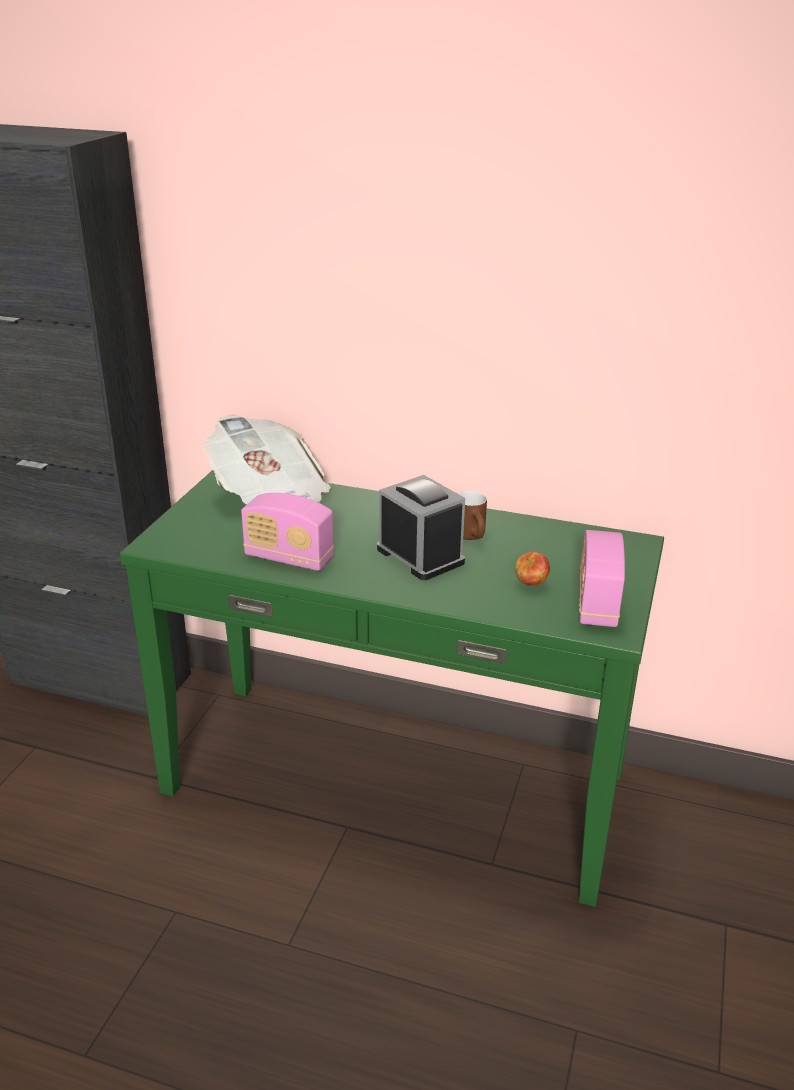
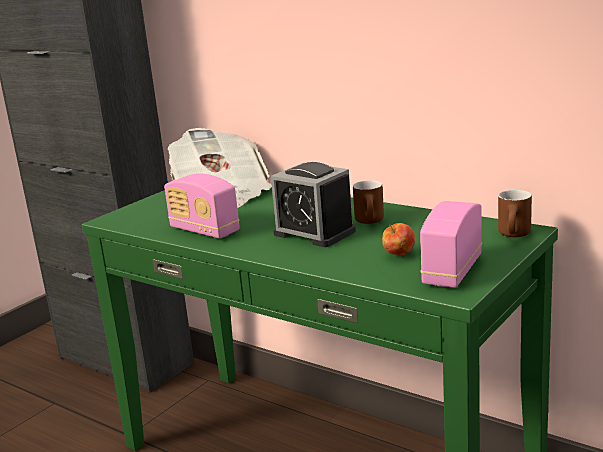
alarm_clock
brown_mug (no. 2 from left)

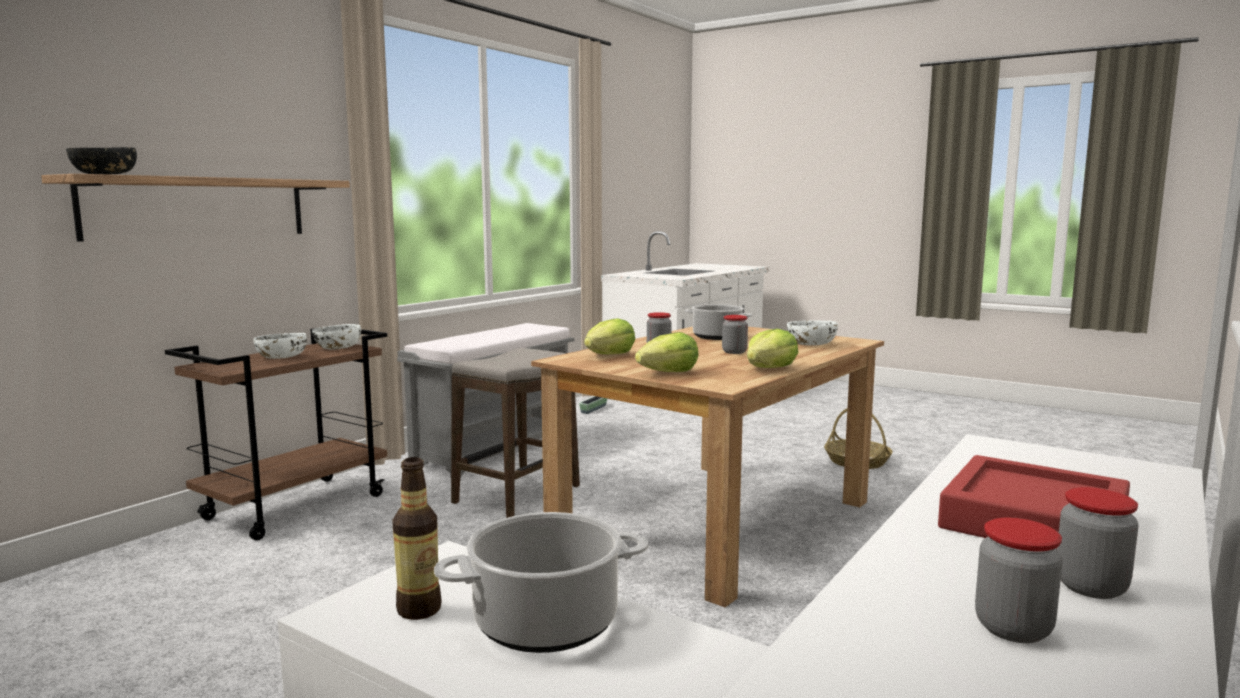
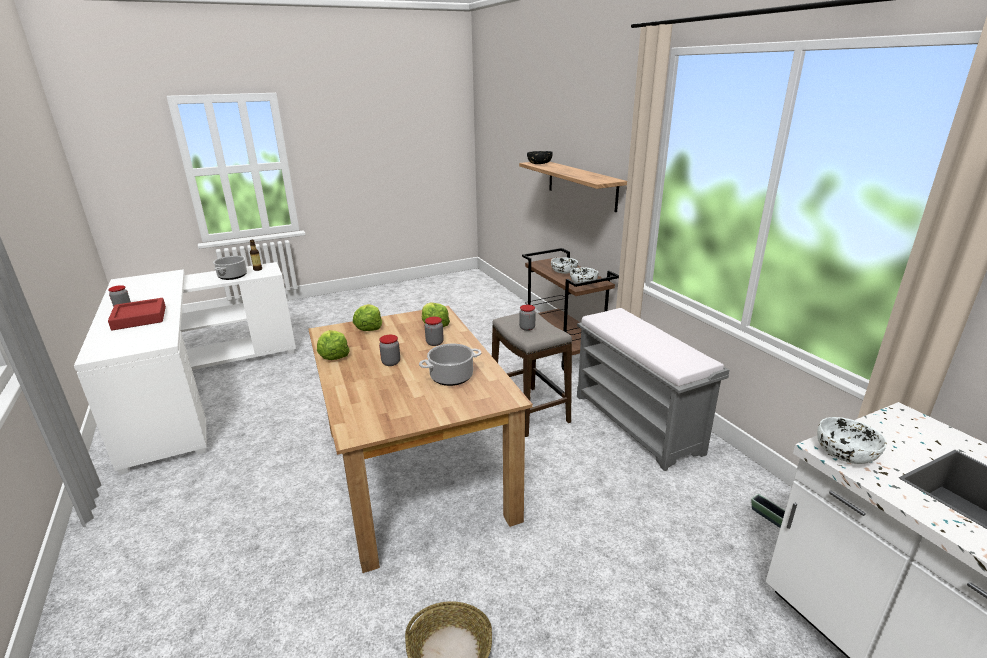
jar (no. 4 from left)
white_bowl (no. 3 from left)

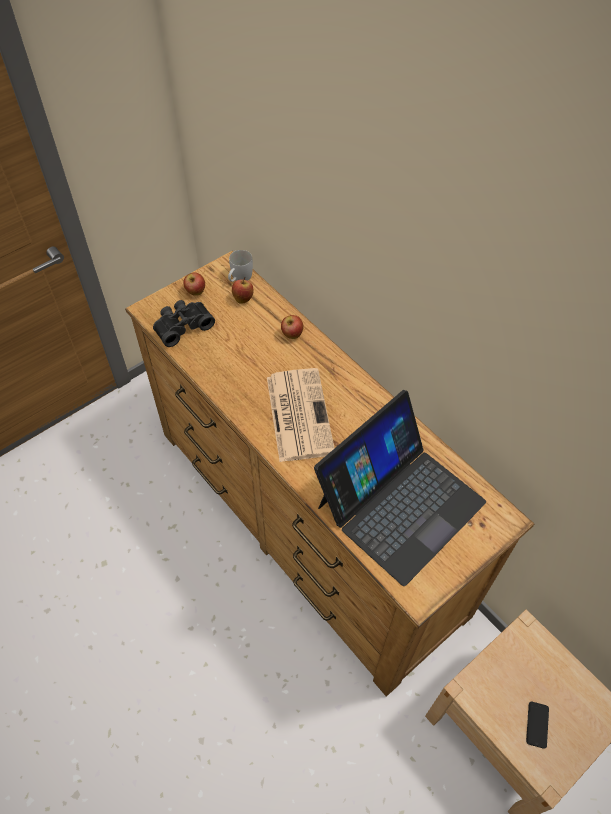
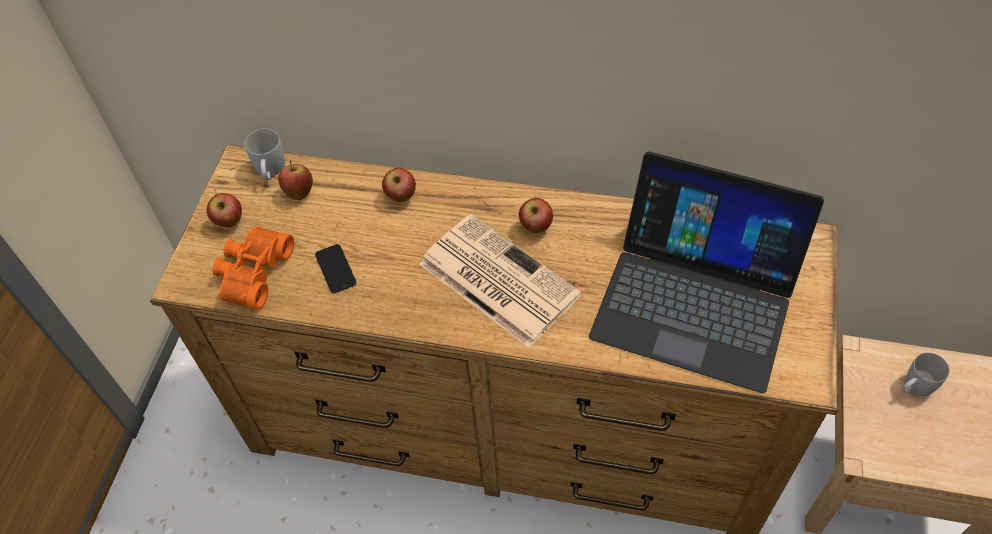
orange_binoculars
phone
apple (no. 4 from left)
laptop
white_mug (no. 2 from left)

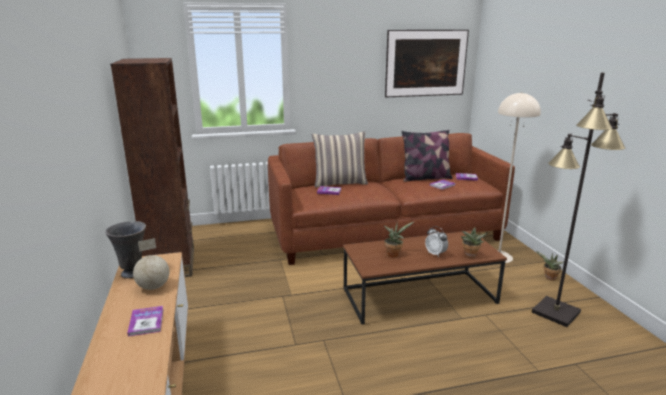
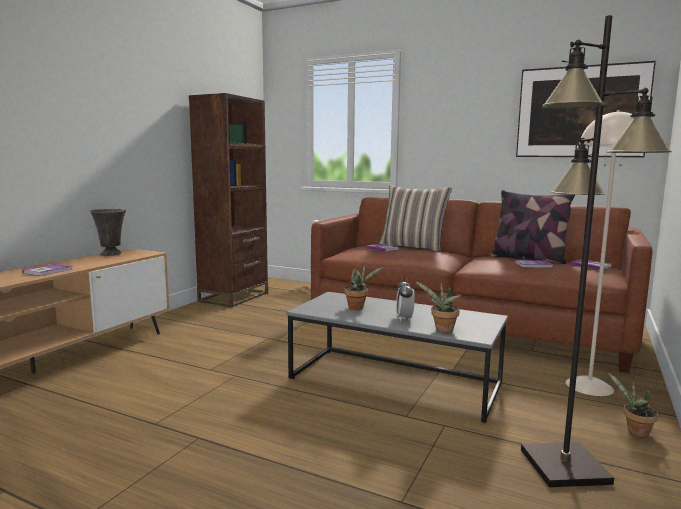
grey_coffee_table
globe

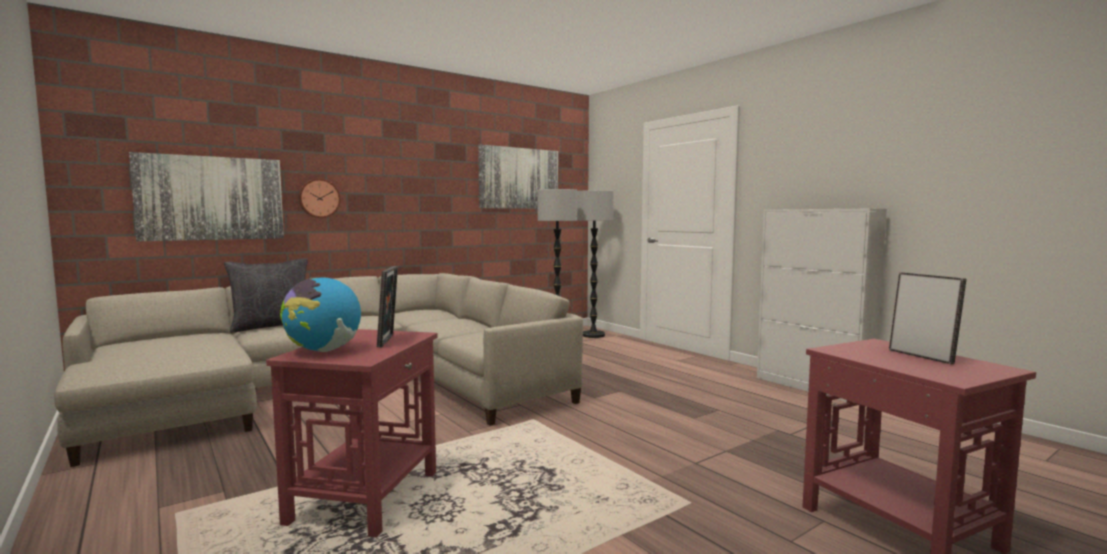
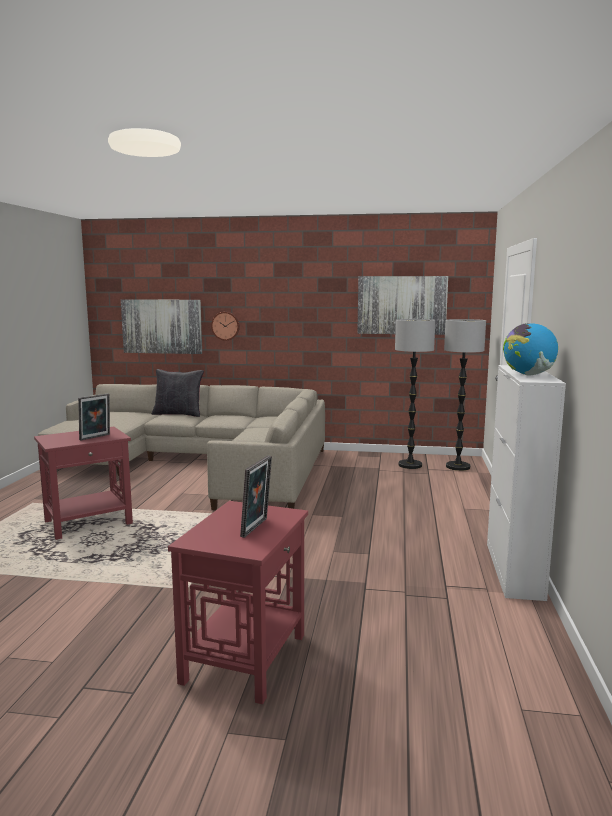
globe

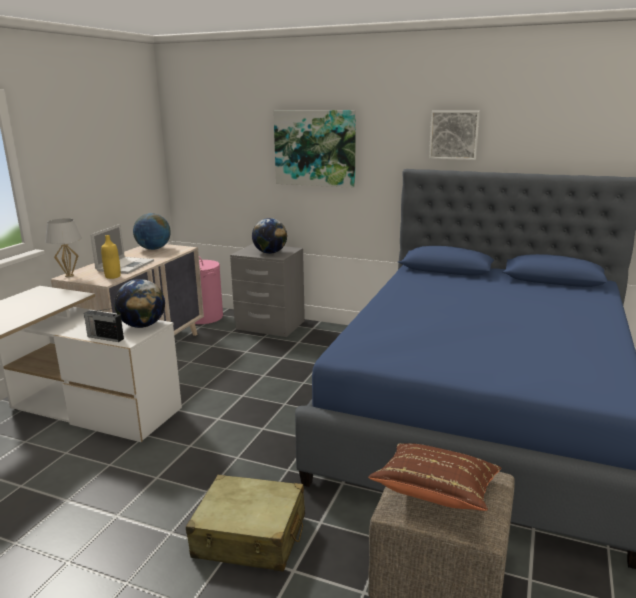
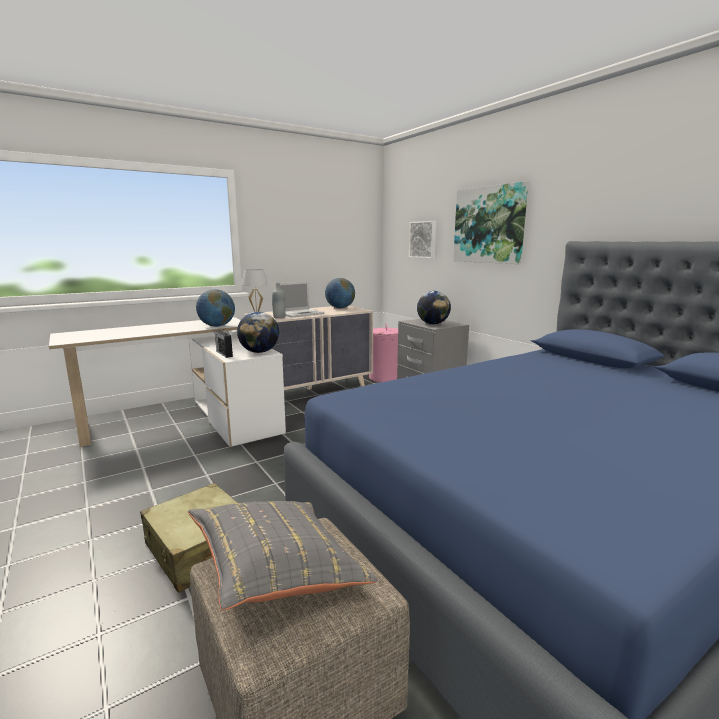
grey_pillow
globe (no. 1 from left)
grey_bottle
picture (no. 1 from left)

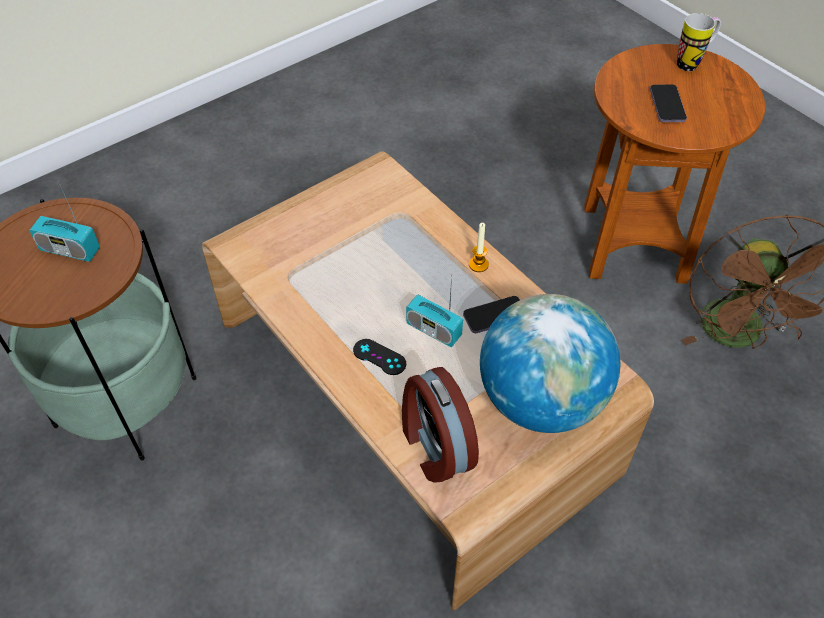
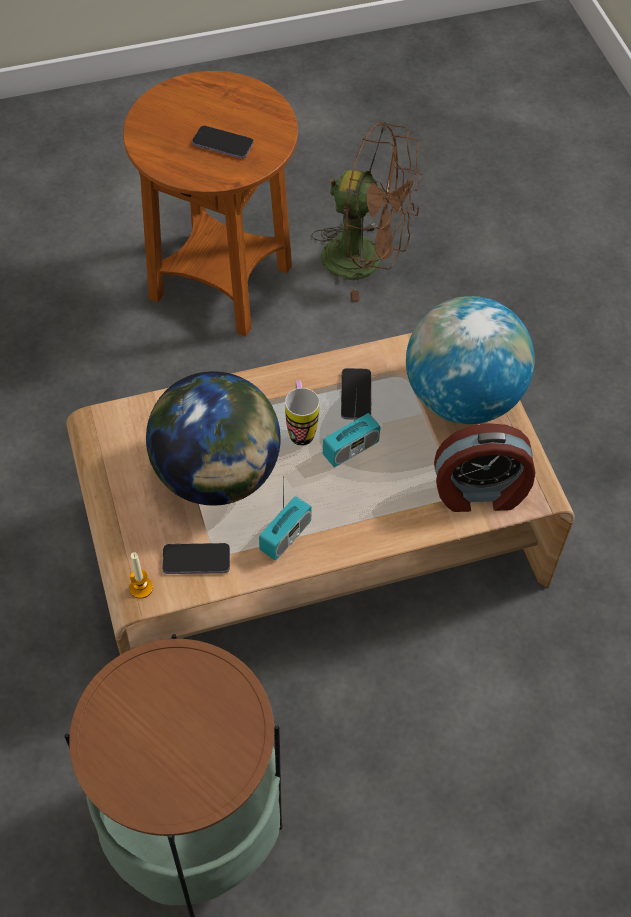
candle
globe (no. 1 from left)
phone (no. 1 from left)
radio (no. 1 from left)
mug
black_game_controller

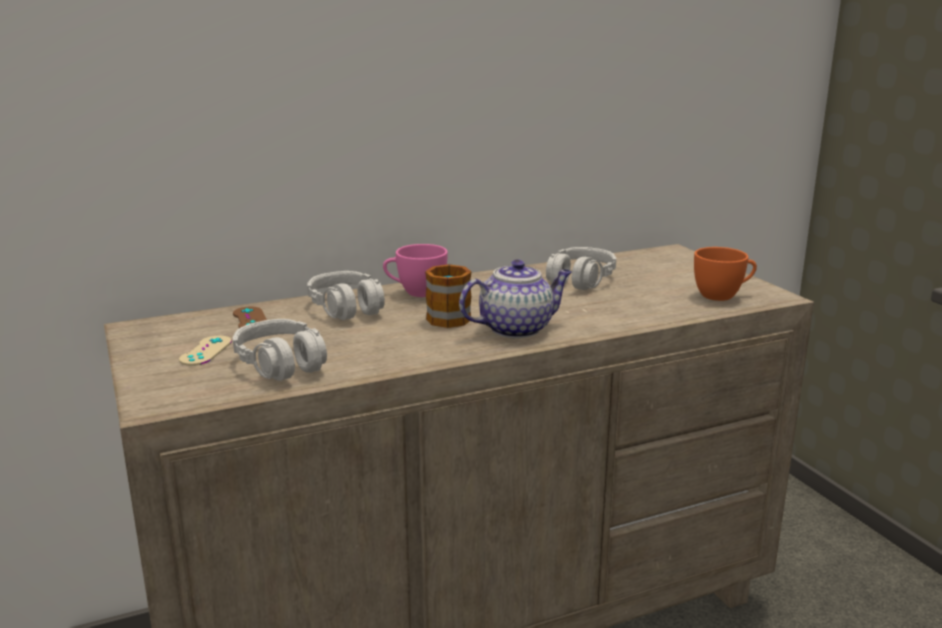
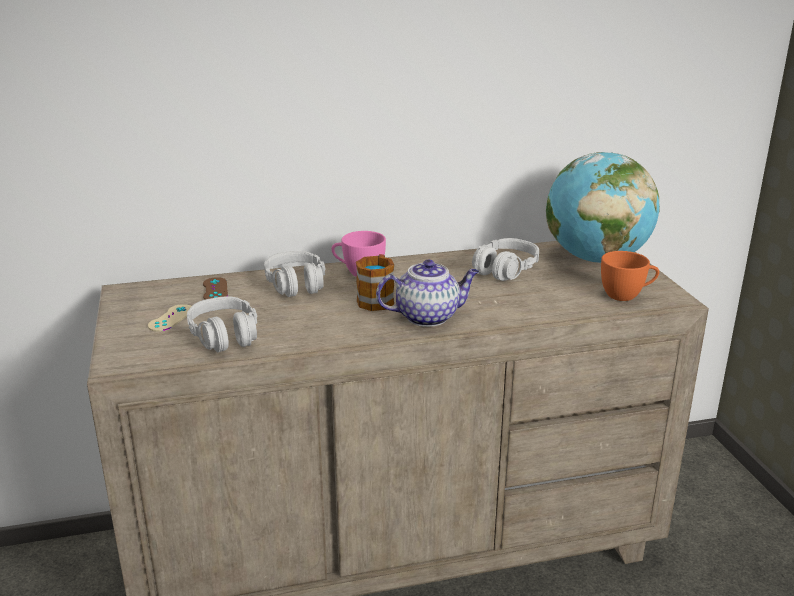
globe

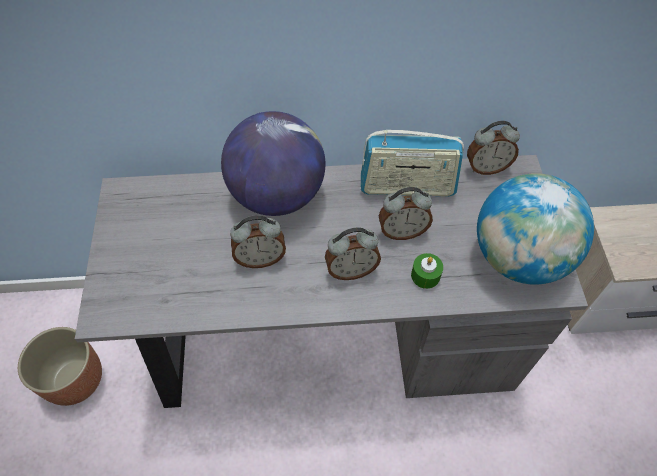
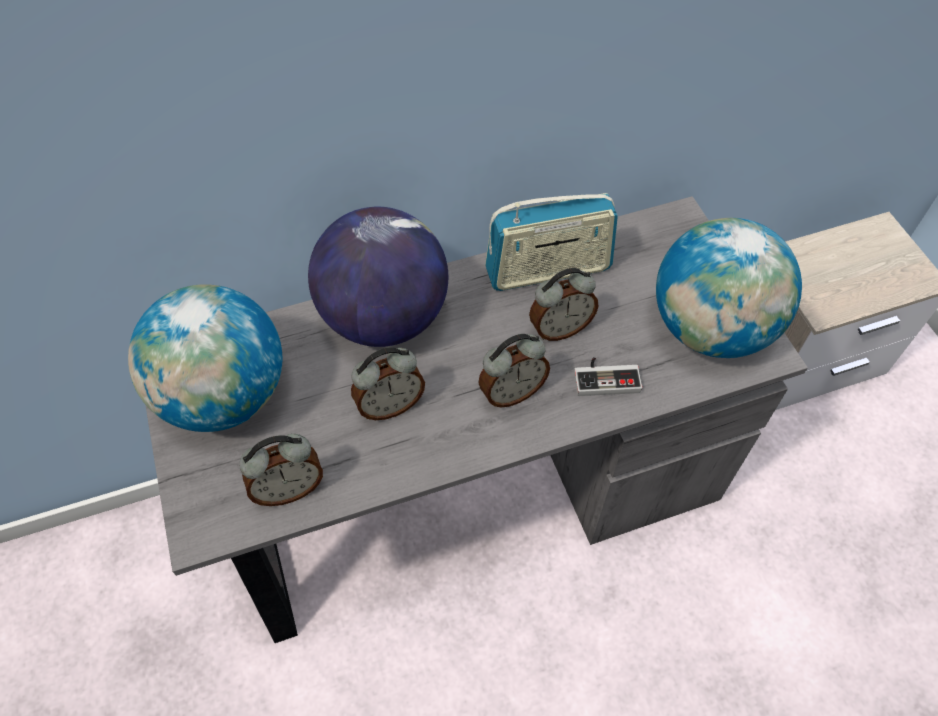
globe (no. 1 from left)
alarm_clock (no. 1 from left)
game_controller
planter

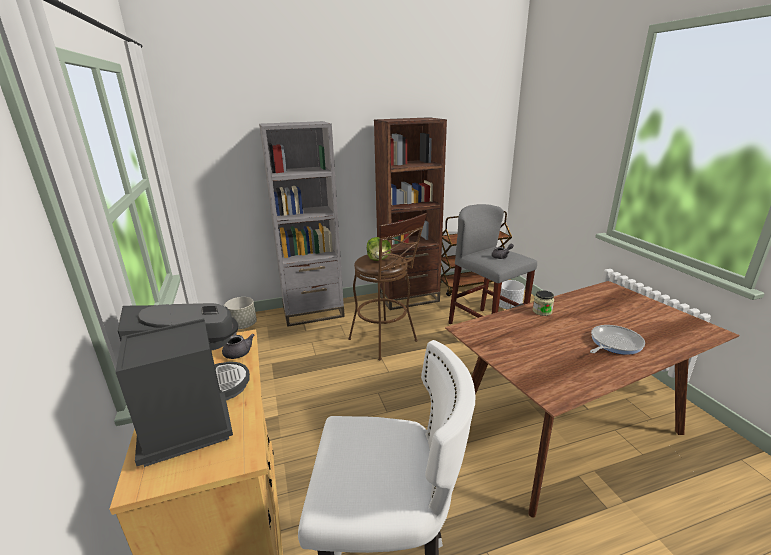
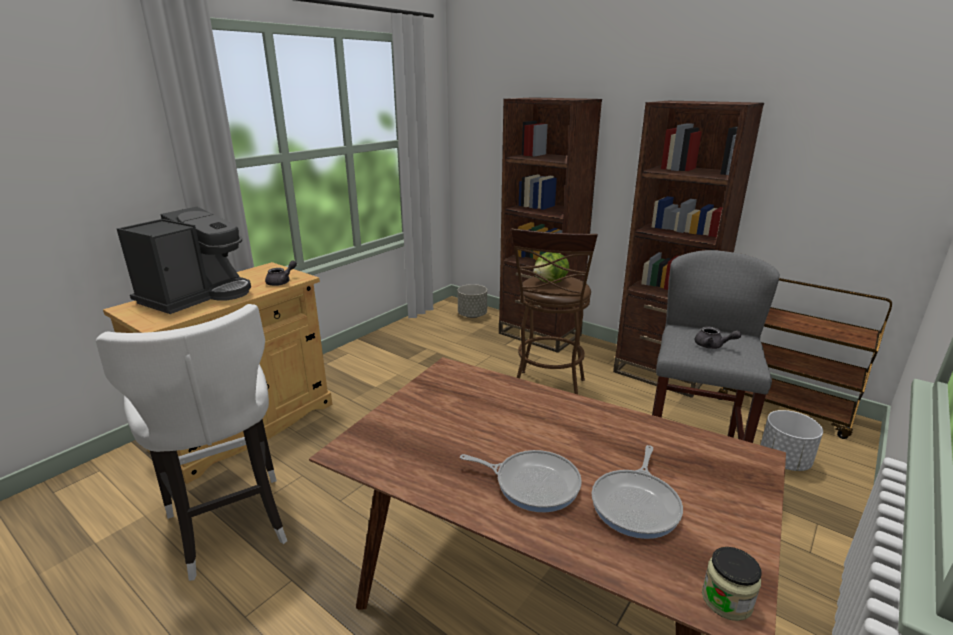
brown_bookcase (no. 1 from left)
frying_pan (no. 2 from left)
jar

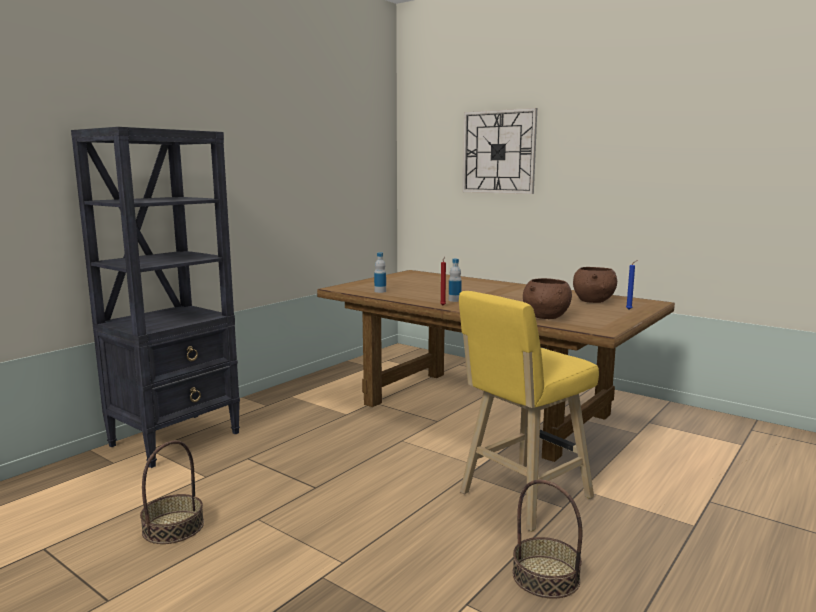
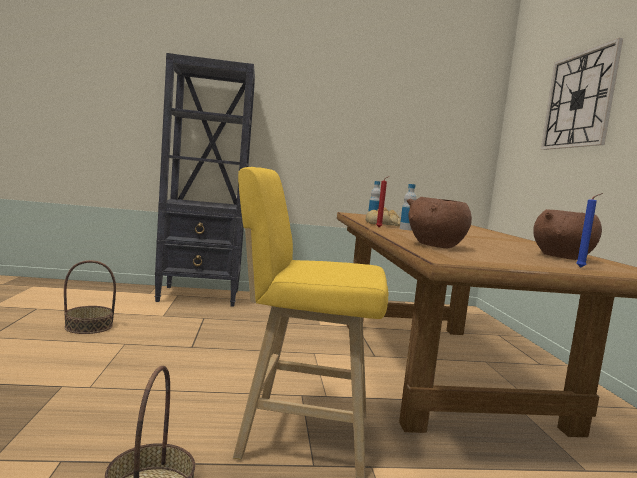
bread

